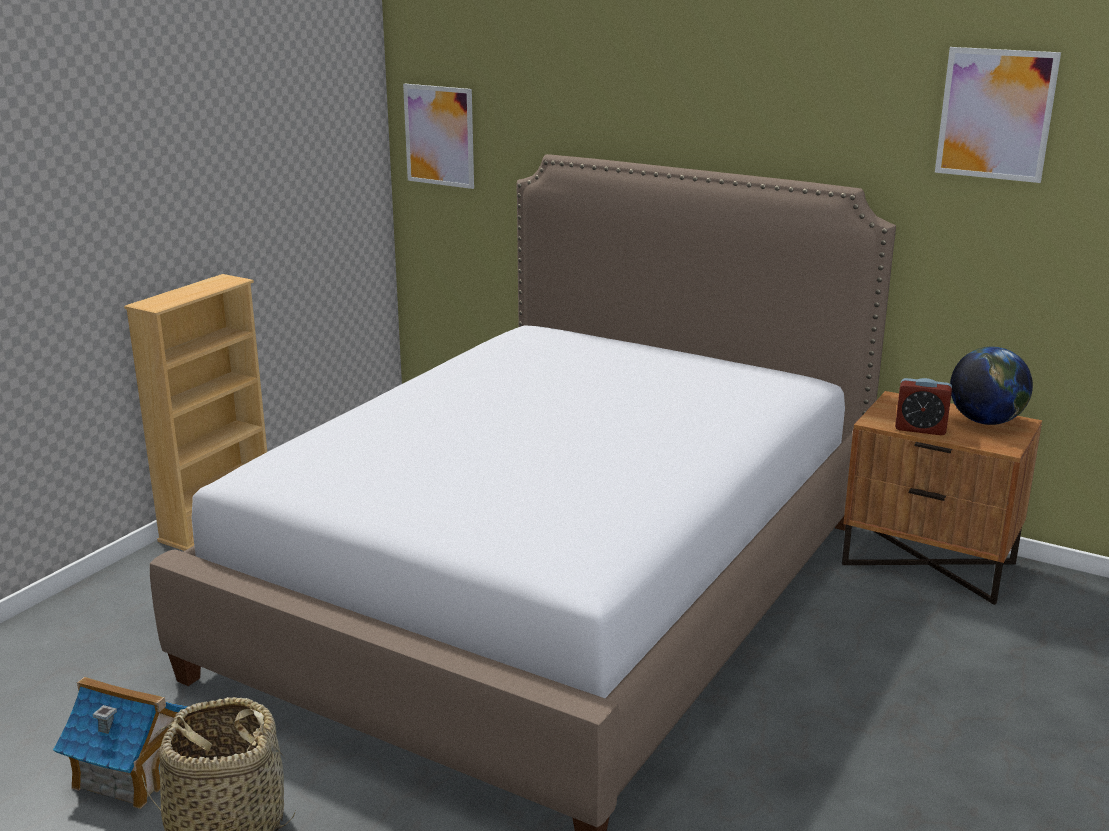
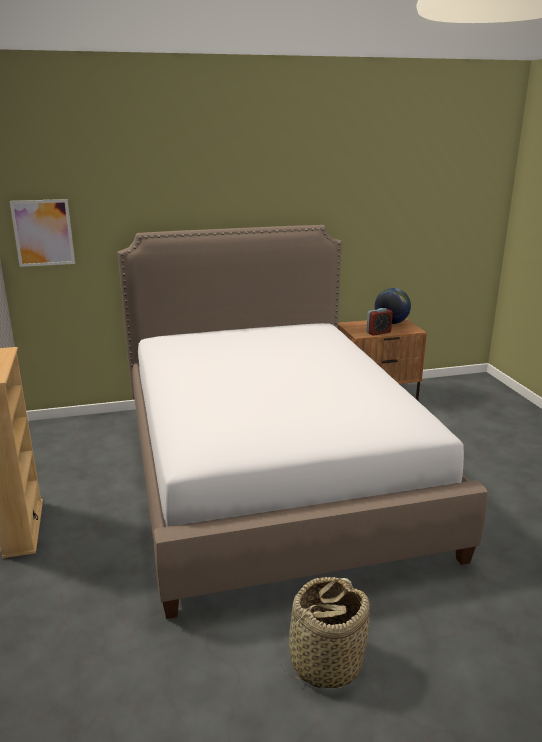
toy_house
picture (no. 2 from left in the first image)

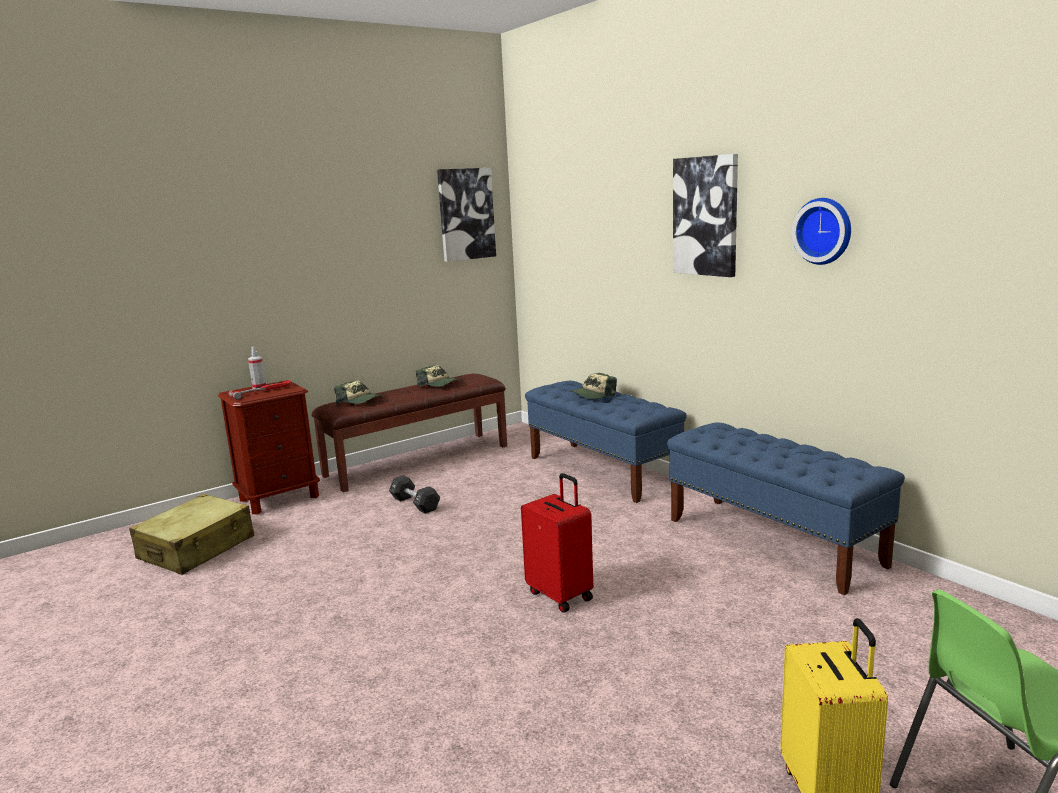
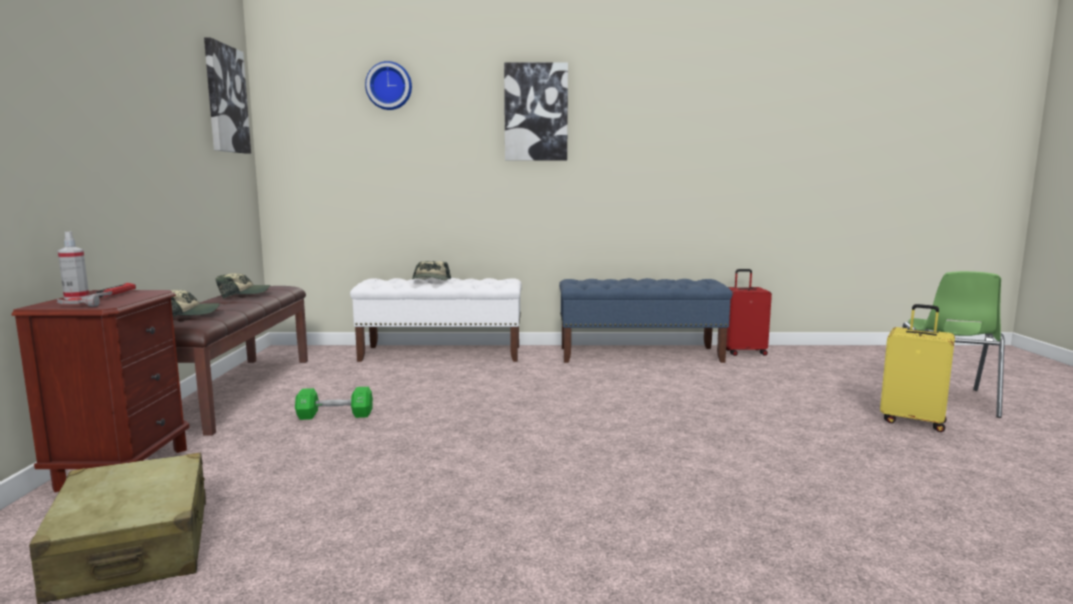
green_dumbbell
white_bench
wall_clock
red_suitcase

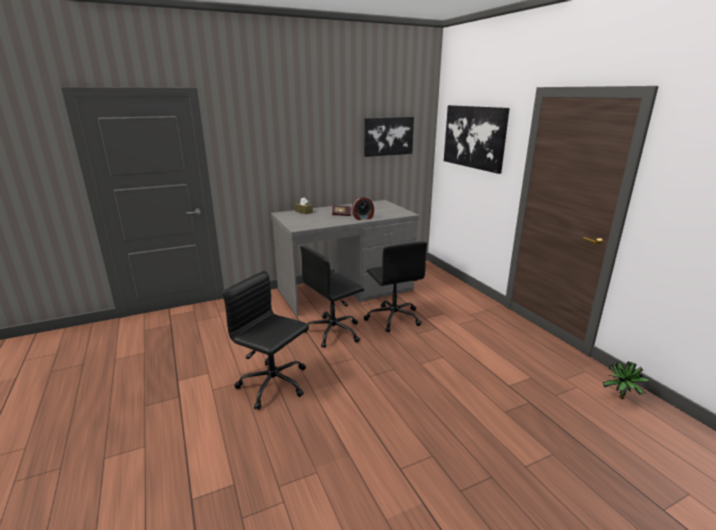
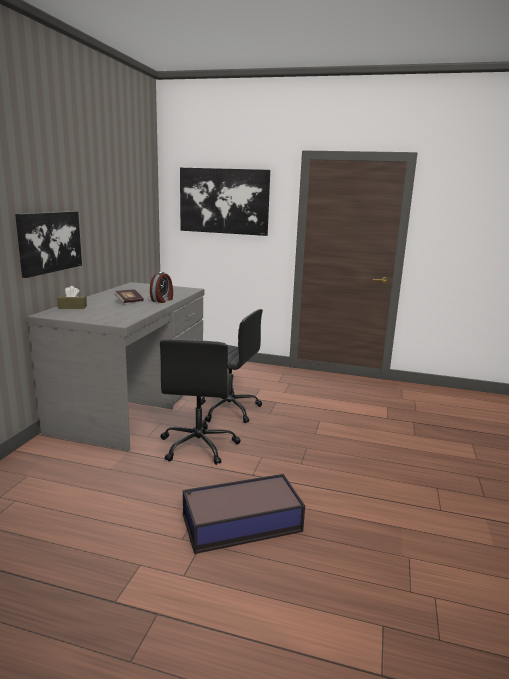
picture (no. 1 from left)
storage_box
potted_plant

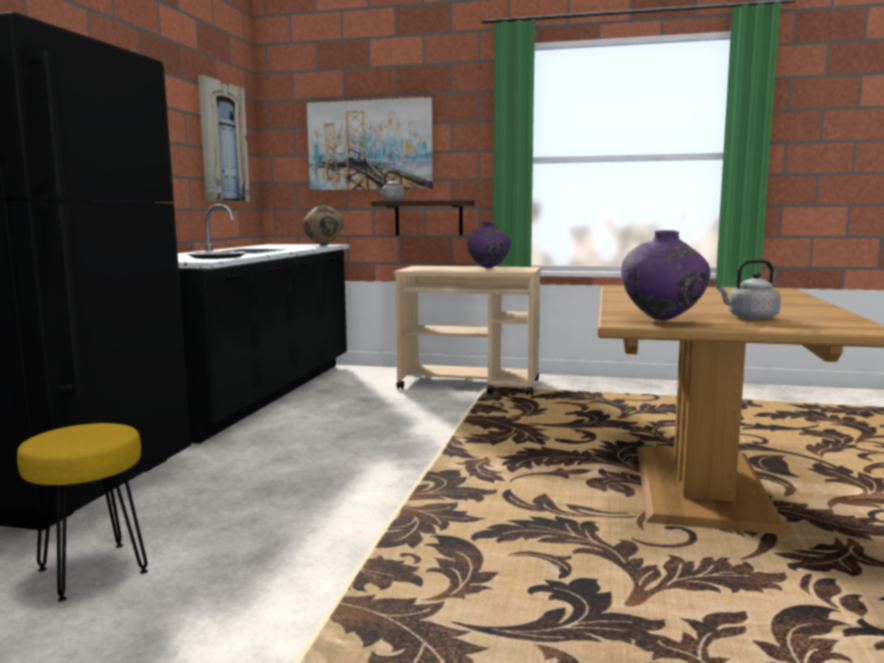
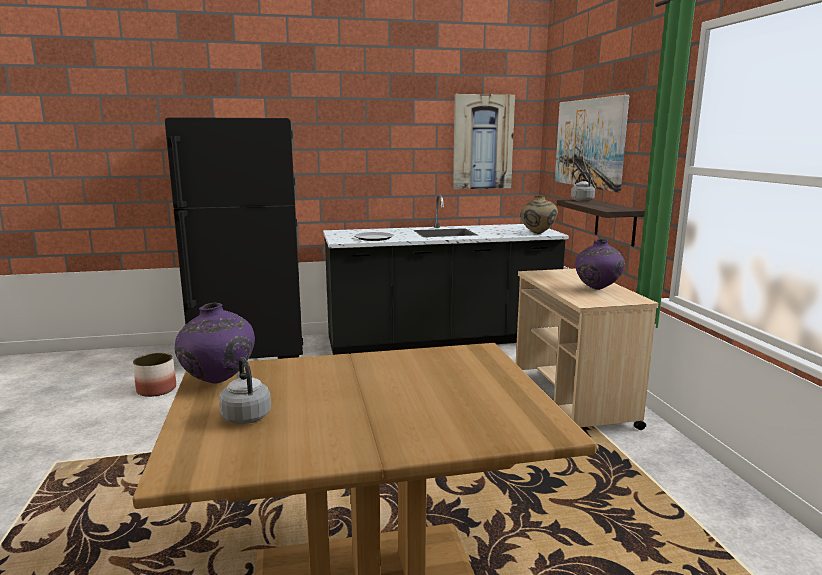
planter

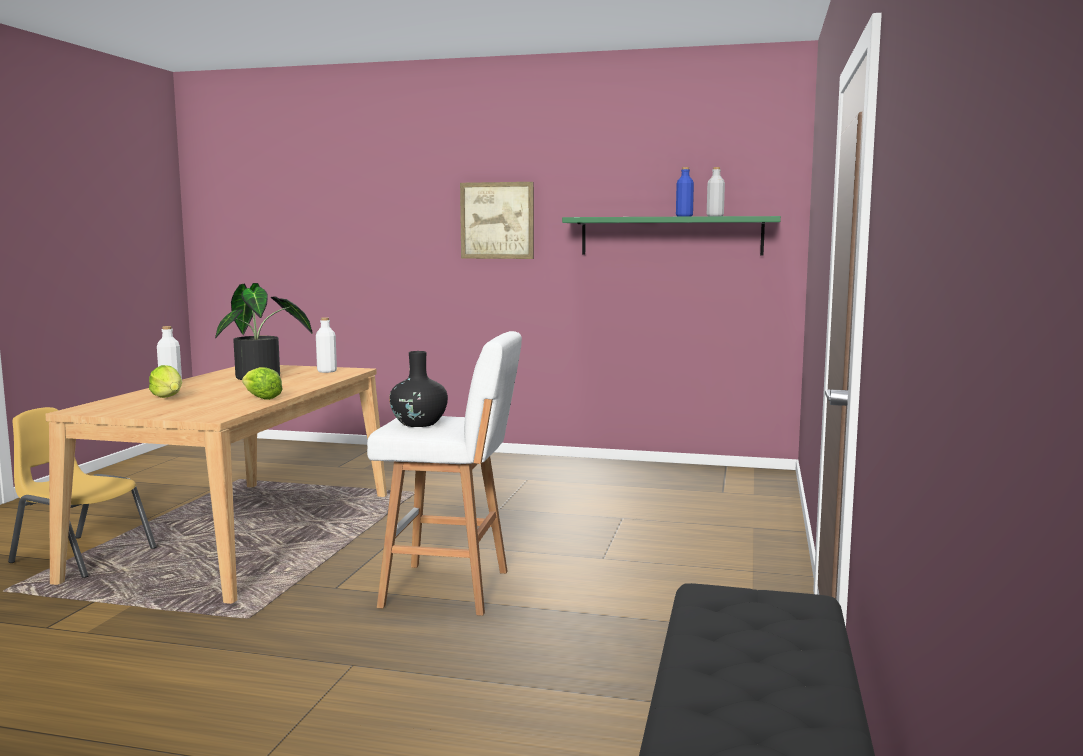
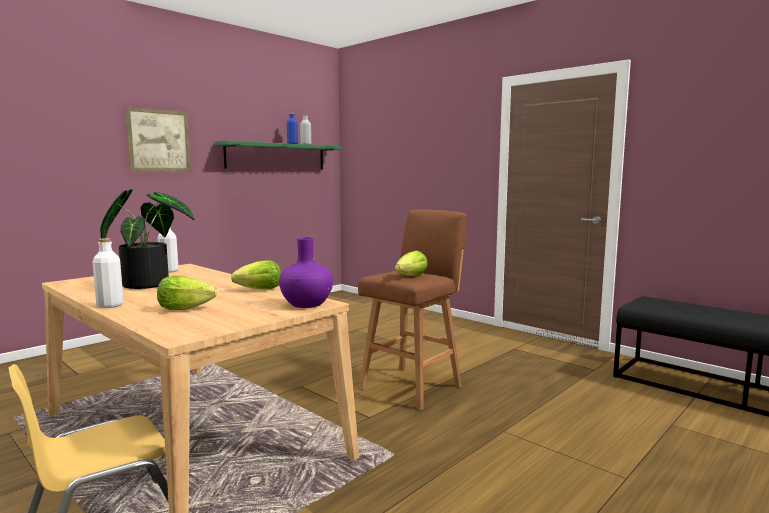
purple_vase
brown_stool
lettuce (no. 3 from left)

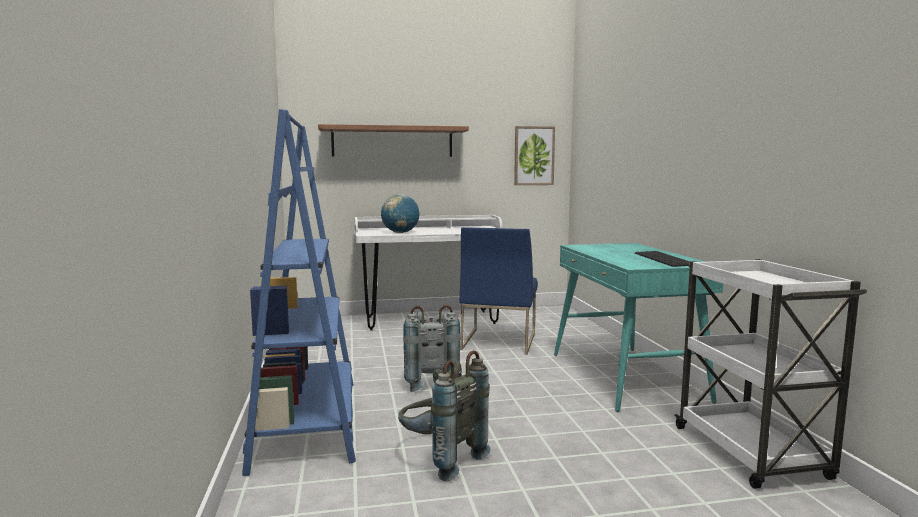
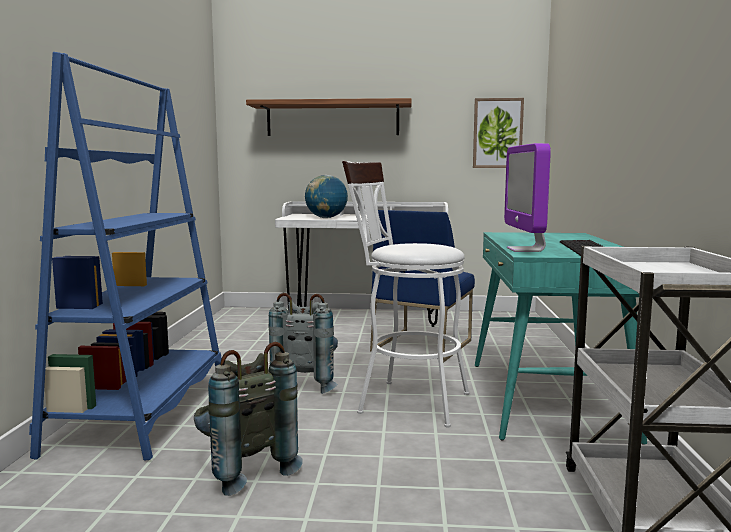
white_stool
monitor

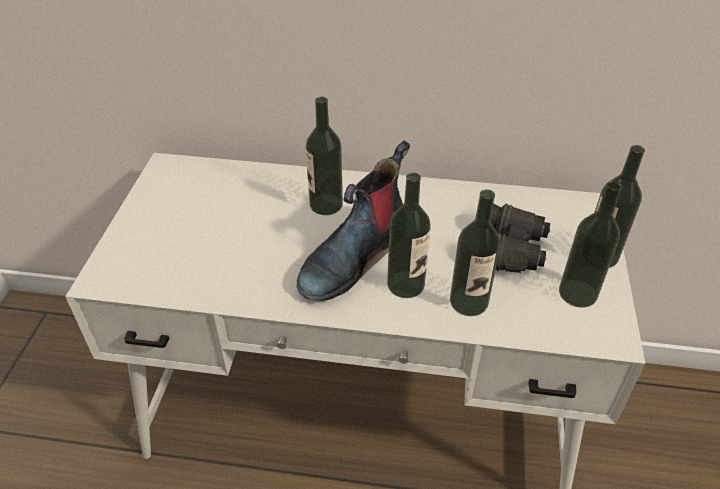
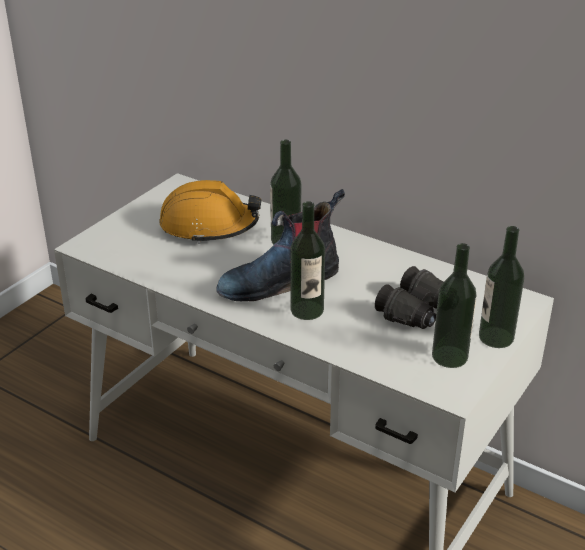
orange_hard_hat
bottle (no. 3 from left in the first image)

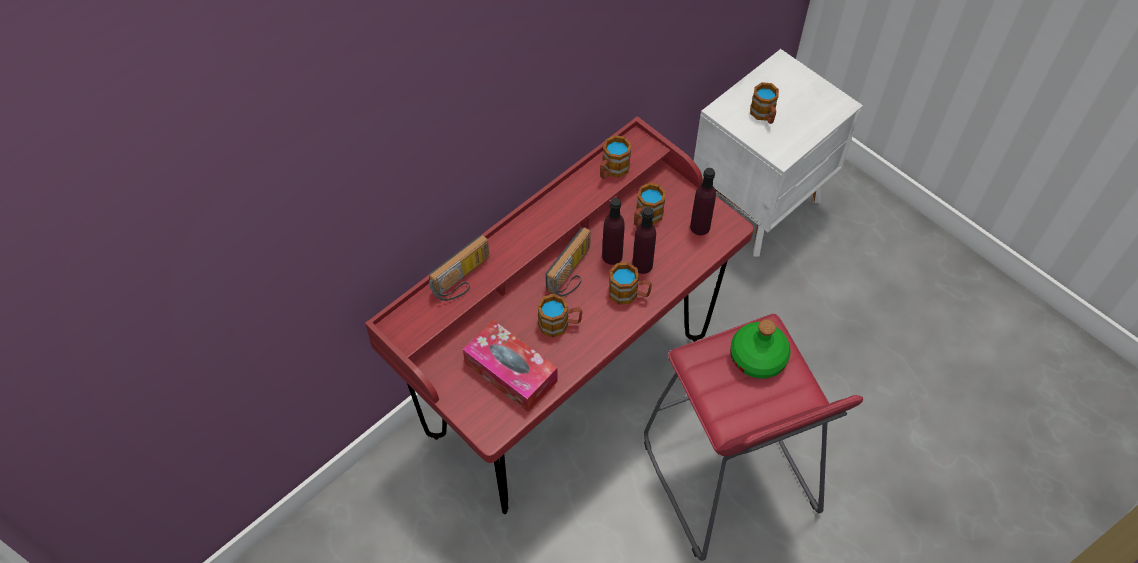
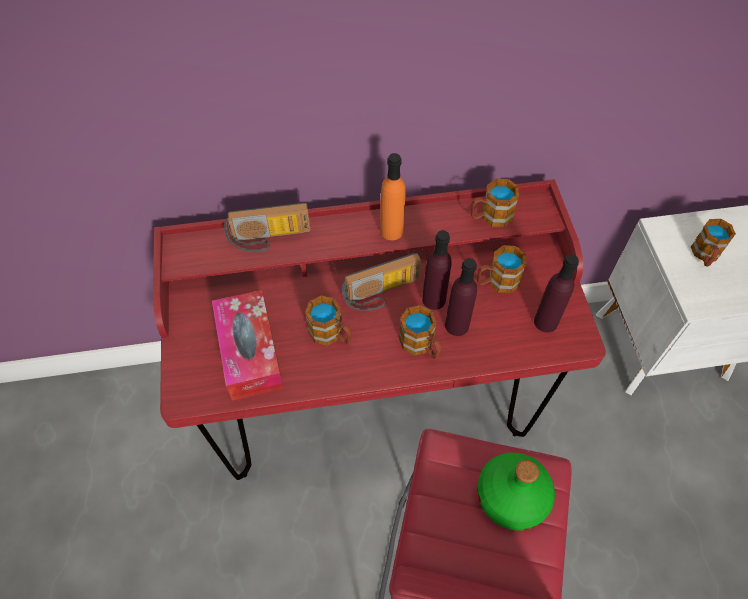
orange_bottle

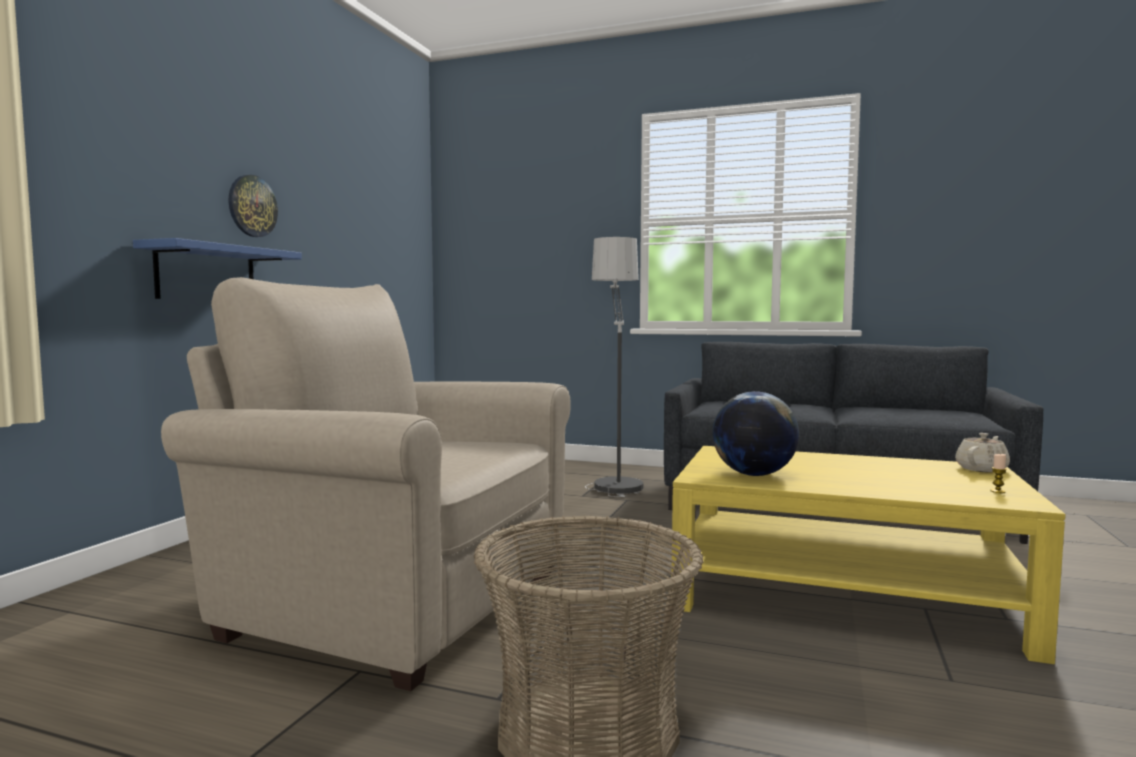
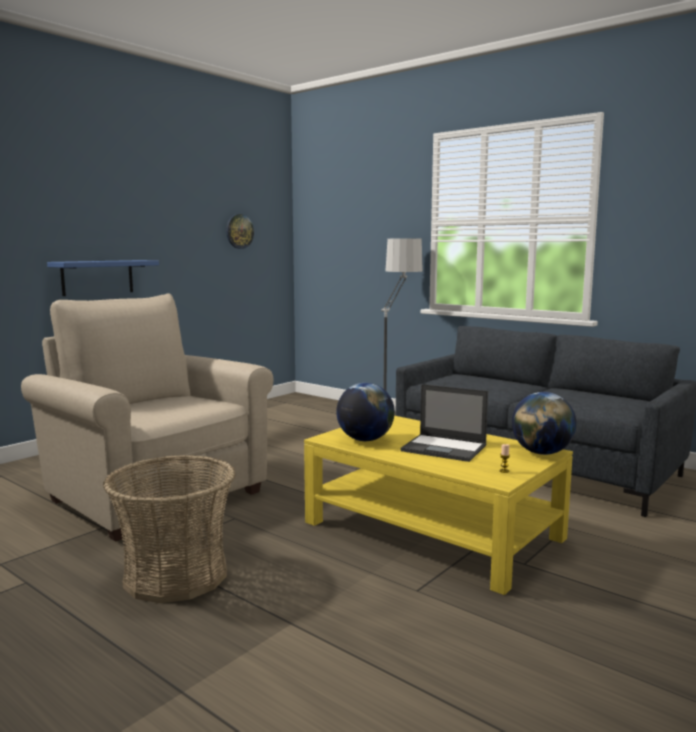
wall_clock
laptop
globe (no. 2 from left)

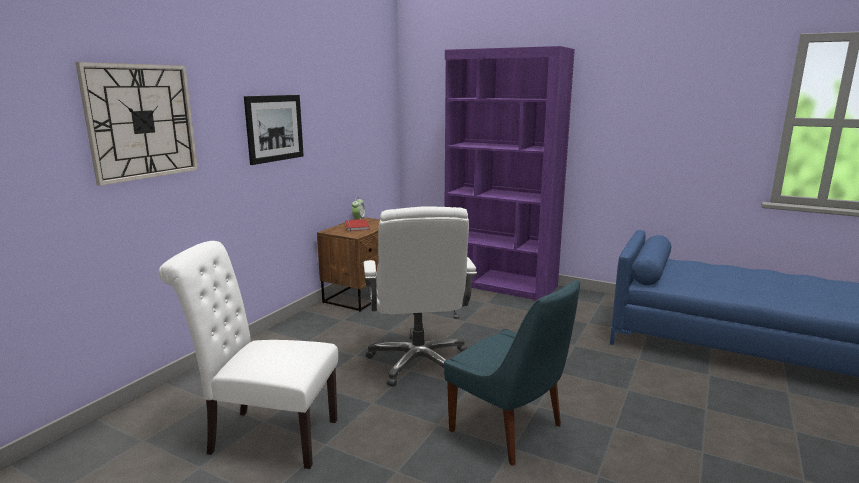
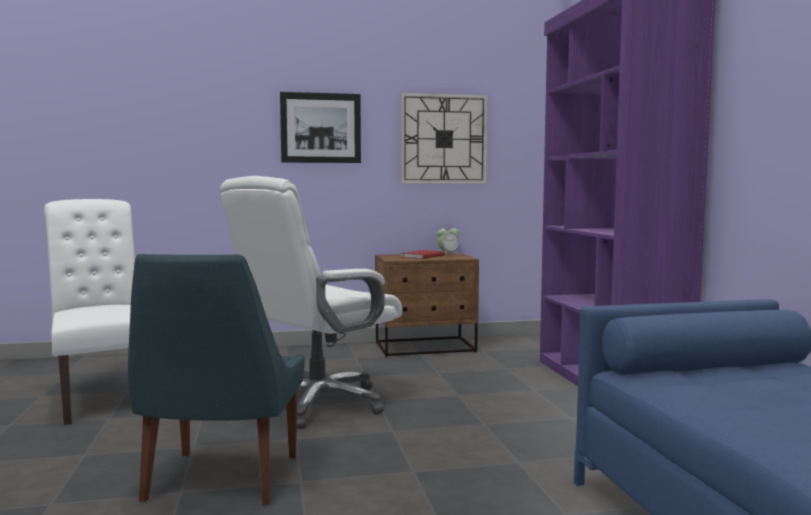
wall_clock

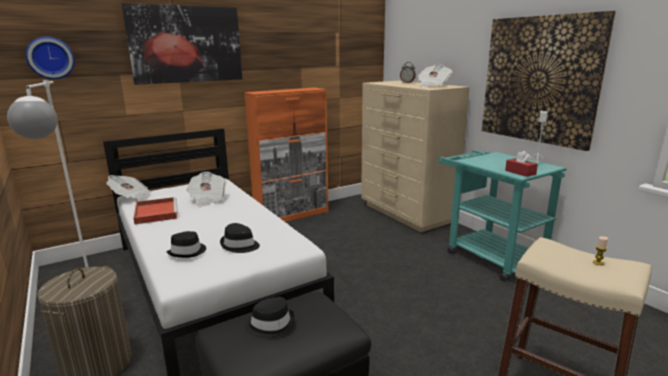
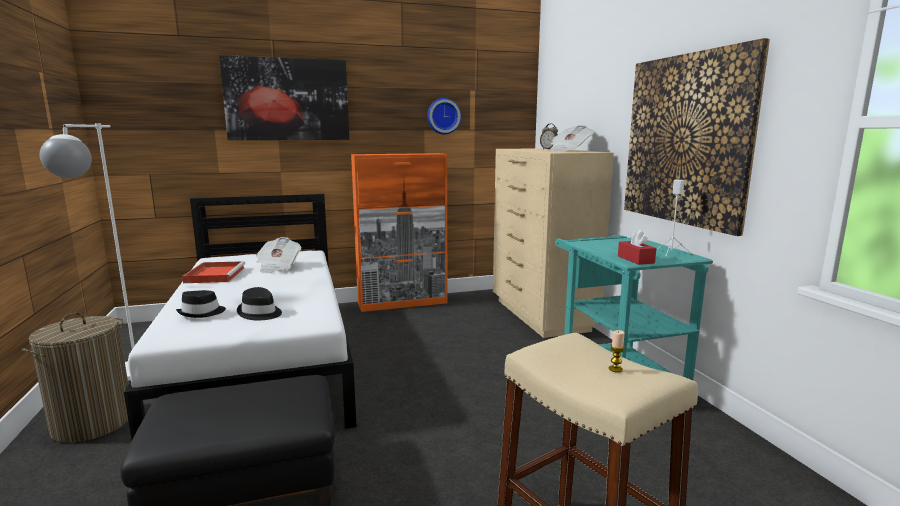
wall_clock
newspaper (no. 1 from left in the first image)
black_hat (no. 3 from left in the first image)

